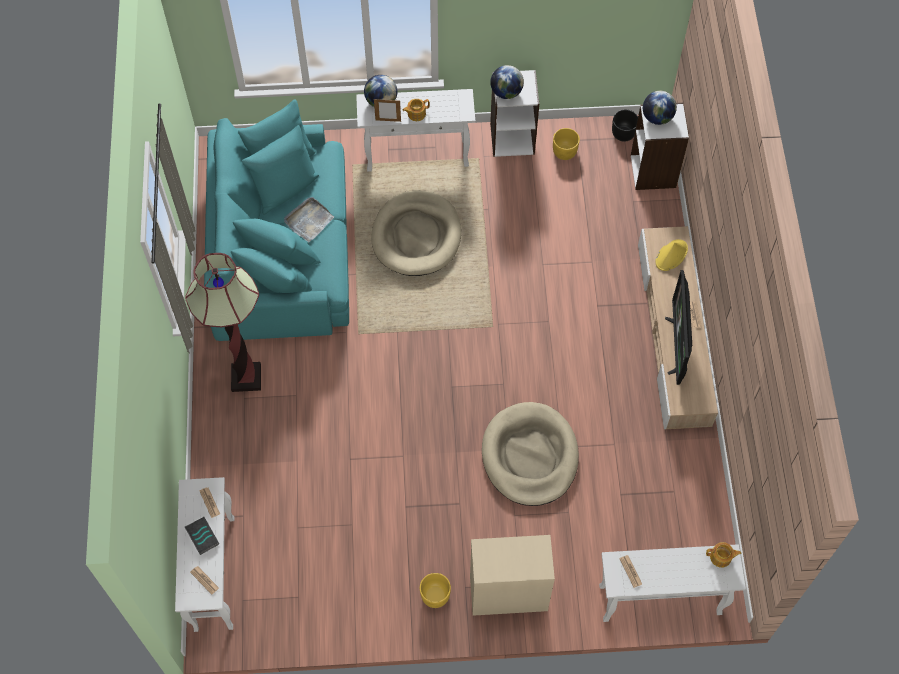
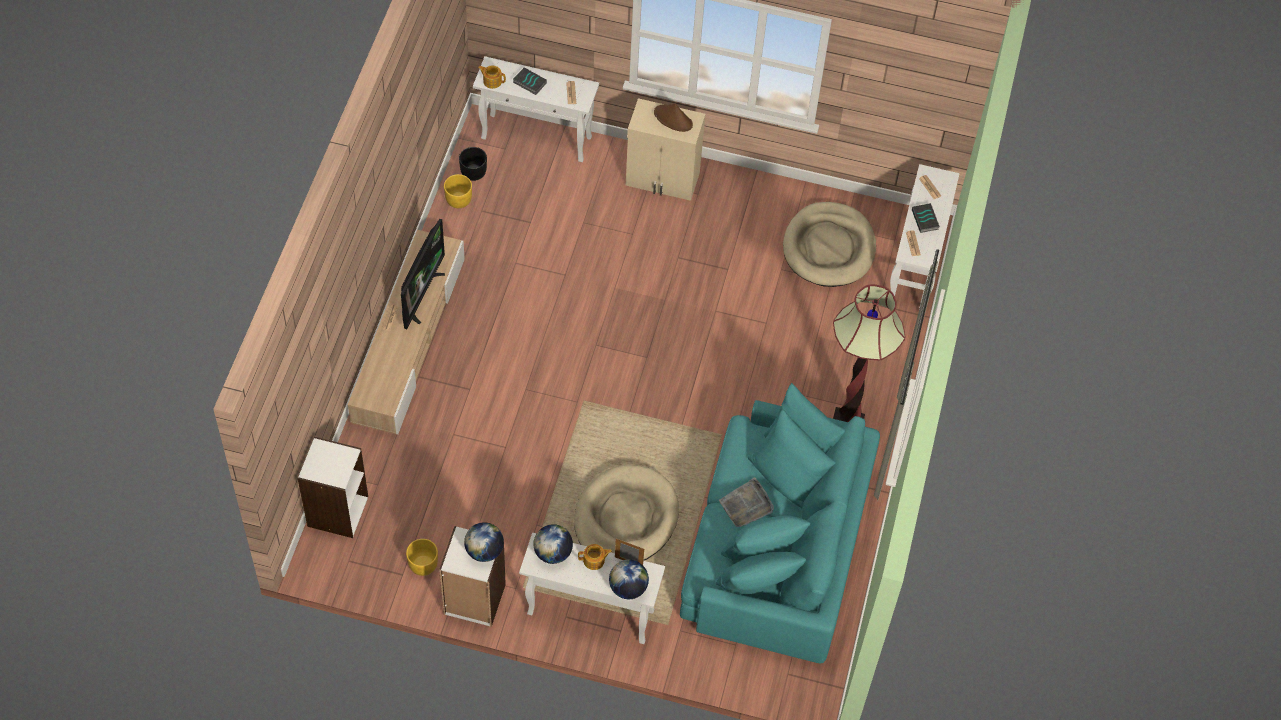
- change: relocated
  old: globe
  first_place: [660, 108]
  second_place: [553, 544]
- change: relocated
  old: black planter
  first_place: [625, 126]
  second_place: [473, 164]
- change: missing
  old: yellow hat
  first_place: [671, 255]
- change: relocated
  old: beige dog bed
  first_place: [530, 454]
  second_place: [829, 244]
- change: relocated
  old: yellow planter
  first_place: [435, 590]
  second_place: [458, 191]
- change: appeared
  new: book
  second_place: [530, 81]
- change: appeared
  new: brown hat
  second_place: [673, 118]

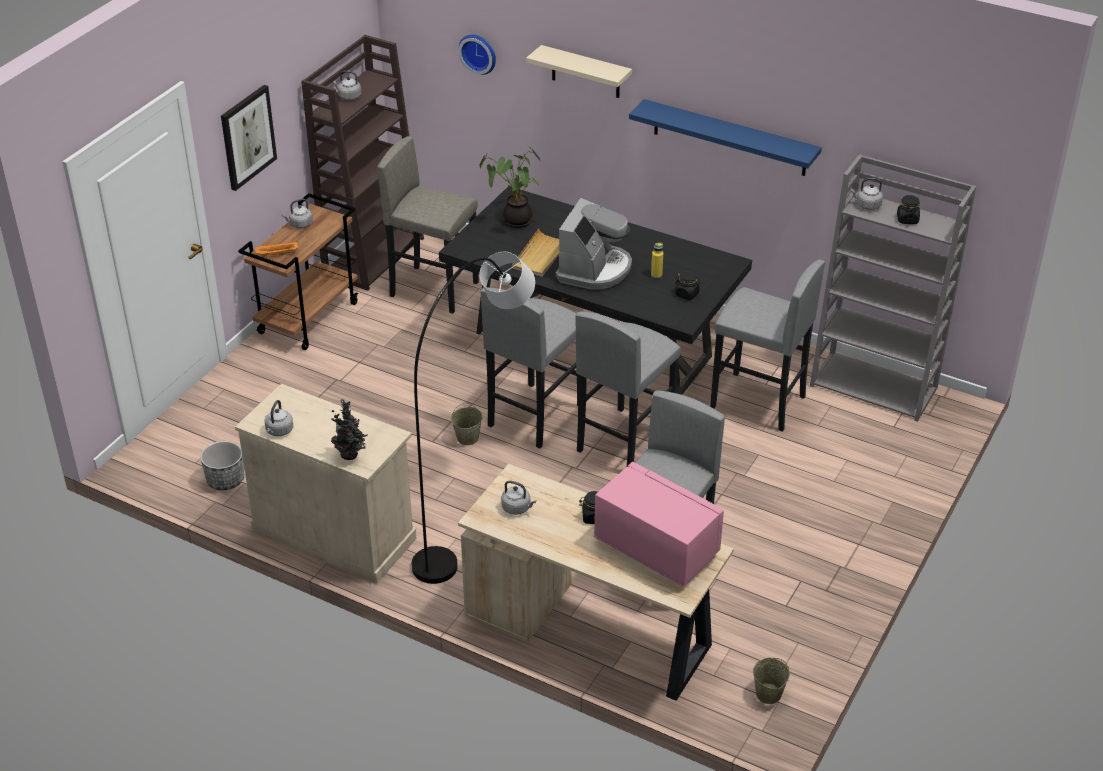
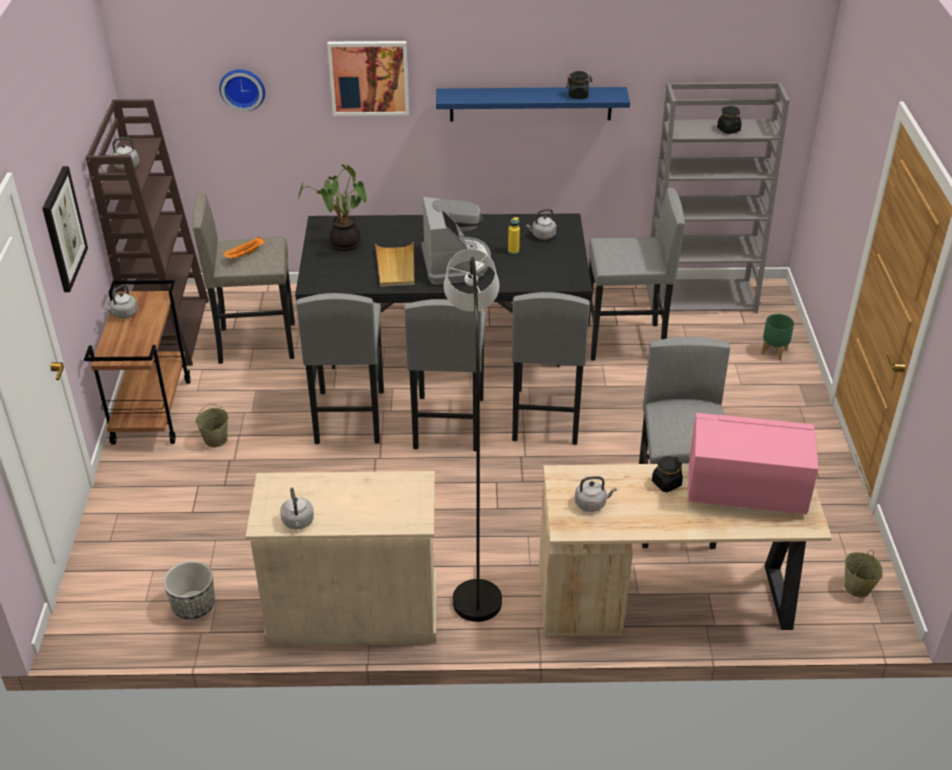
- change: exchanged
  old: beige shelf
  new: picture
  first_place: [579, 71]
  second_place: [368, 78]
- change: relocated
  old: grey kettle
  first_place: [866, 194]
  second_place: [541, 224]
- change: relocated
  old: orange tray
  first_place: [276, 248]
  second_place: [244, 248]
- change: relocated
  old: black jar
  first_place: [688, 285]
  second_place: [579, 85]
- change: missing
  old: potted plant
  first_place: [349, 429]
- change: relocated
  old: beige bucket
  first_place: [467, 423]
  second_place: [212, 425]
- change: appeared
  new: grey stool
  second_place: [340, 368]
- change: appeared
  new: green planter
  second_place: [777, 337]

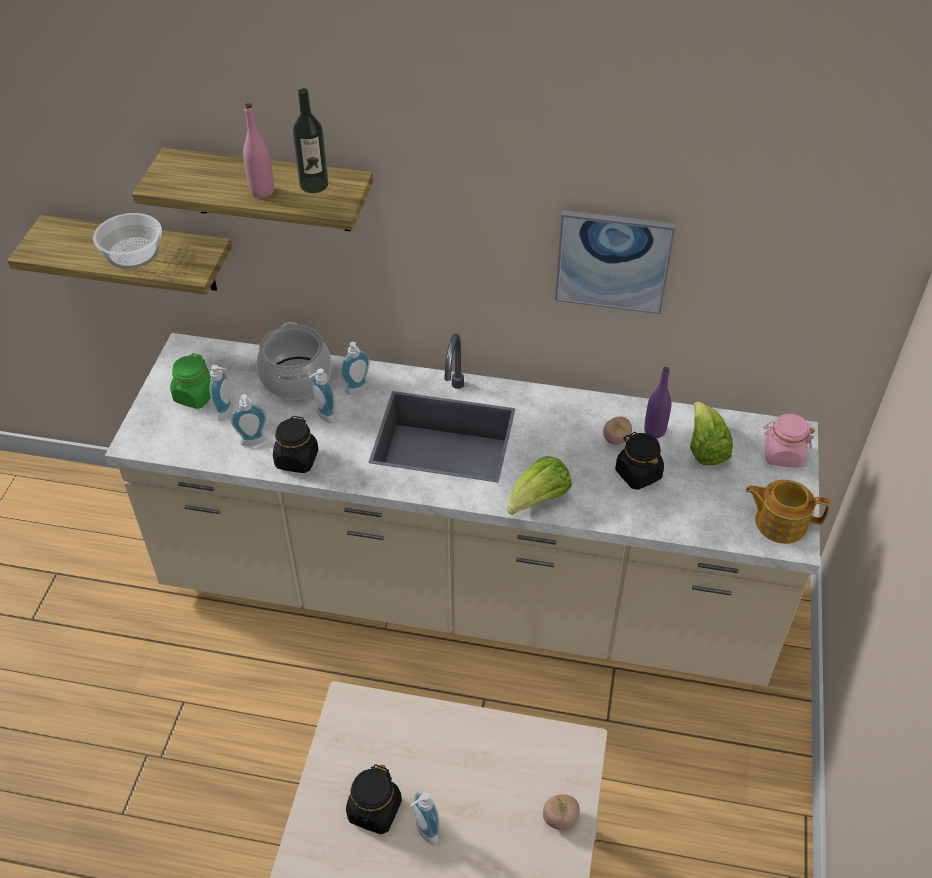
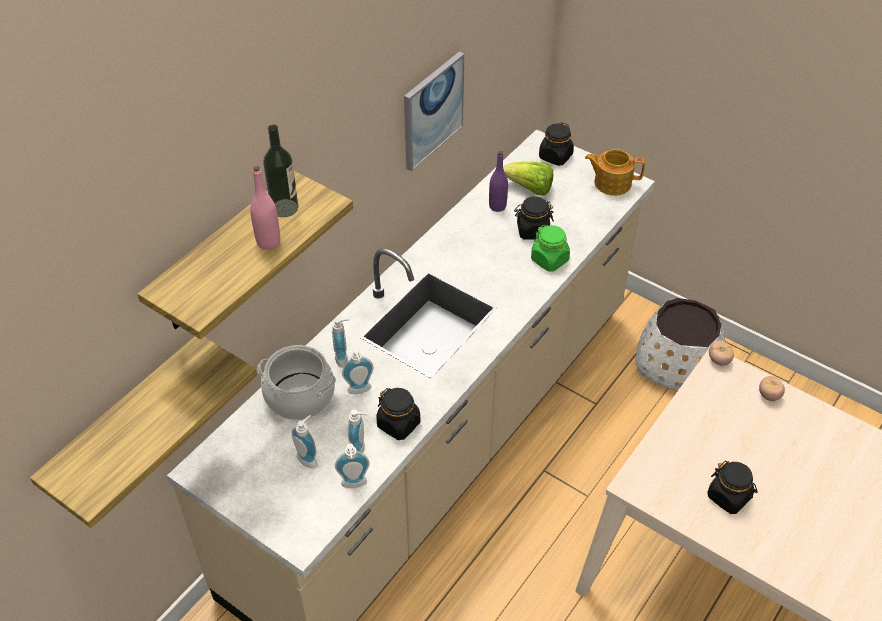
- change: missing
  old: bowl
  first_place: [127, 241]
- change: relocated
  old: green jar
  first_place: [190, 381]
  second_place: [550, 248]
- change: colour
  old: pink jar
  new: black jar
  first_place: [789, 441]
  second_place: [556, 144]
- change: relocated
  old: tomato
  first_place: [617, 430]
  second_place: [721, 353]
- change: missing
  old: lettuce
  first_place: [539, 485]
- change: spun
  old: teapot
  first_place: [787, 512]
  second_place: [615, 172]
  degrees: 60
- change: relocated
  old: soap dispenser
  first_place: [424, 818]
  second_place: [352, 466]
- change: appeared
  new: white planter
  second_place: [680, 344]

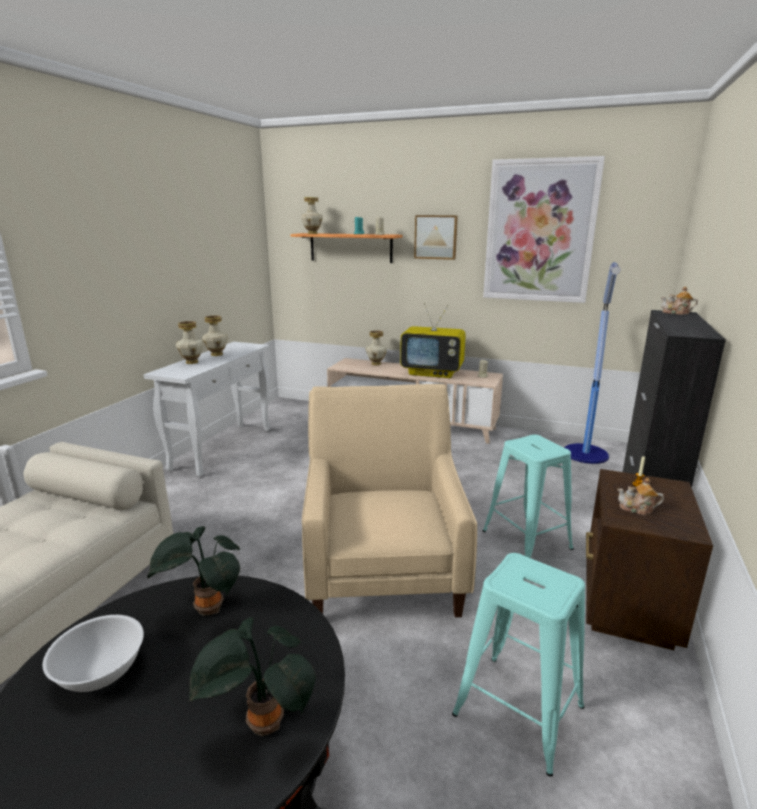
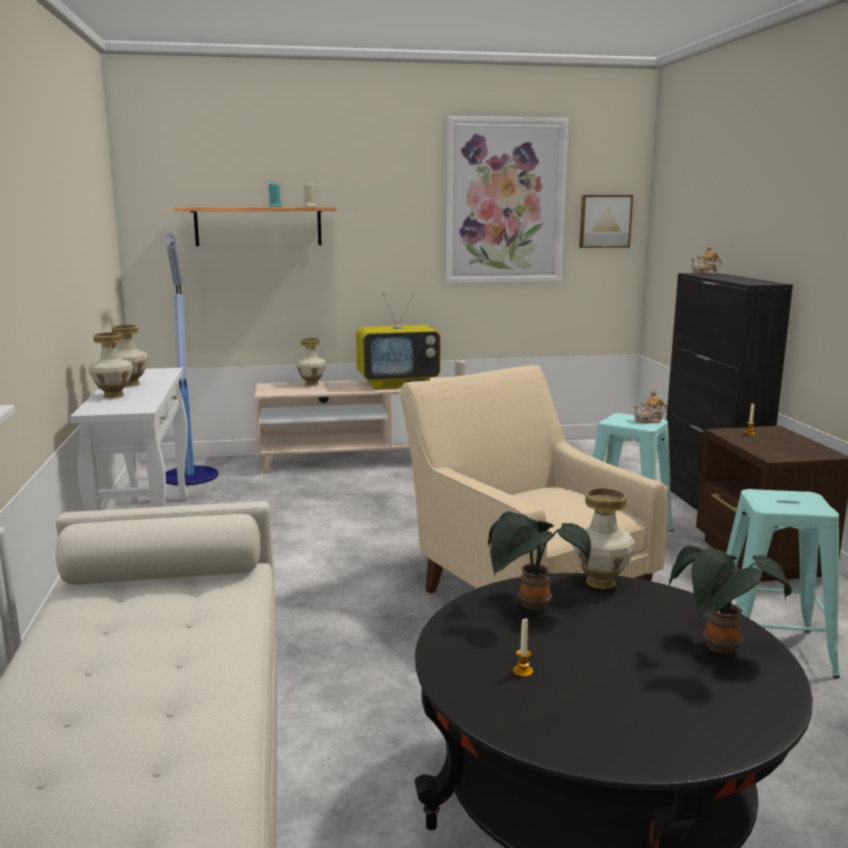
- change: relocated
  old: vase
  first_place: [312, 215]
  second_place: [604, 538]
- change: relocated
  old: picture
  first_place: [436, 237]
  second_place: [606, 221]
- change: relocated
  old: floor lamp
  first_place: [592, 363]
  second_place: [189, 359]
- change: relocated
  old: teapot
  first_place: [640, 496]
  second_place: [650, 407]
- change: exchanged
  old: white bowl
  new: candle
  first_place: [93, 653]
  second_place: [523, 648]

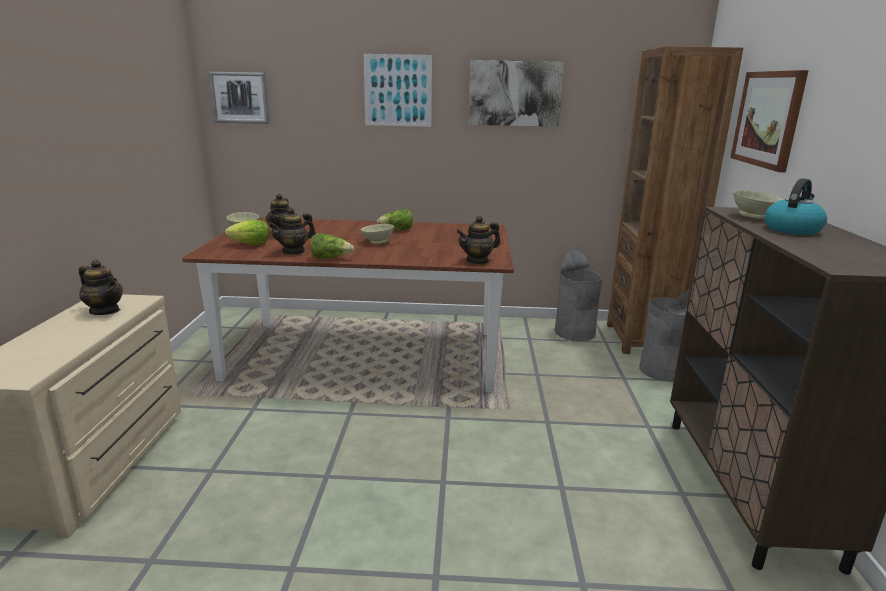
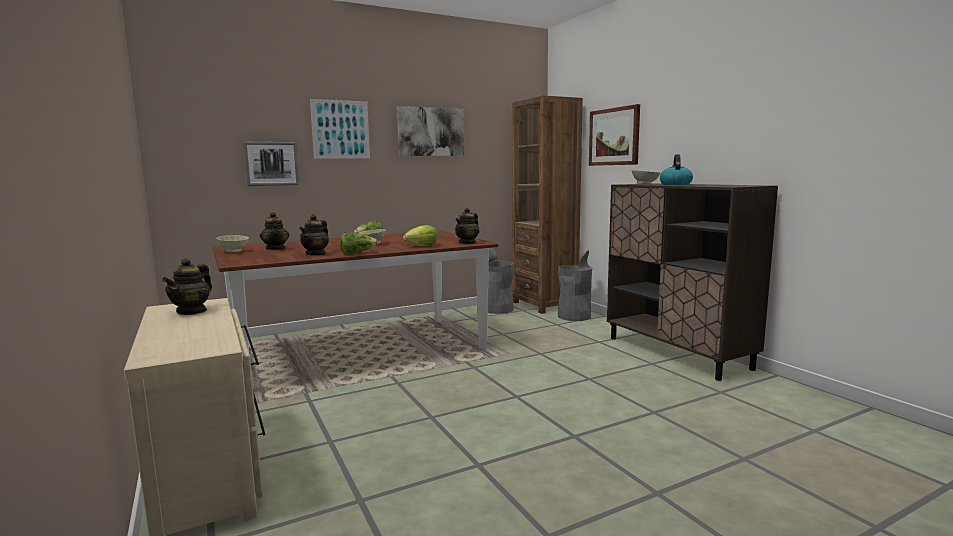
- change: relocated
  old: picture
  first_place: [239, 98]
  second_place: [271, 164]
- change: relocated
  old: lettuce
  first_place: [247, 232]
  second_place: [420, 235]
- change: spun
  old: teapot
  first_place: [101, 287]
  second_place: [187, 286]
  degrees: 105

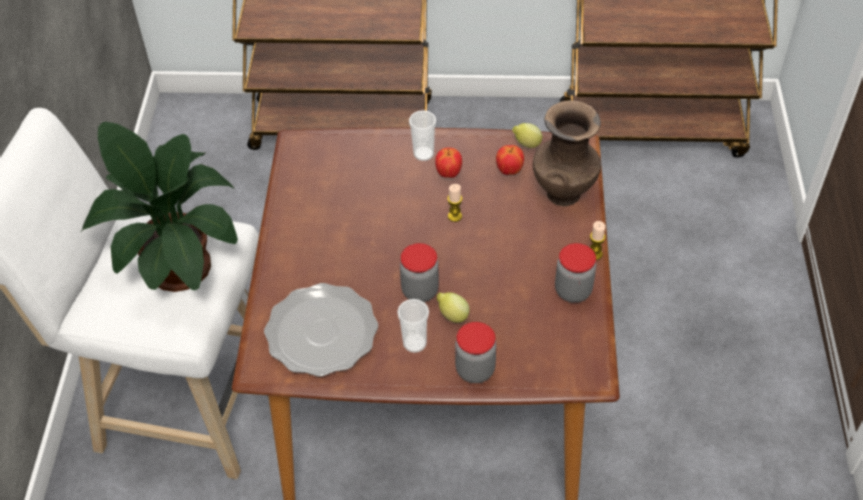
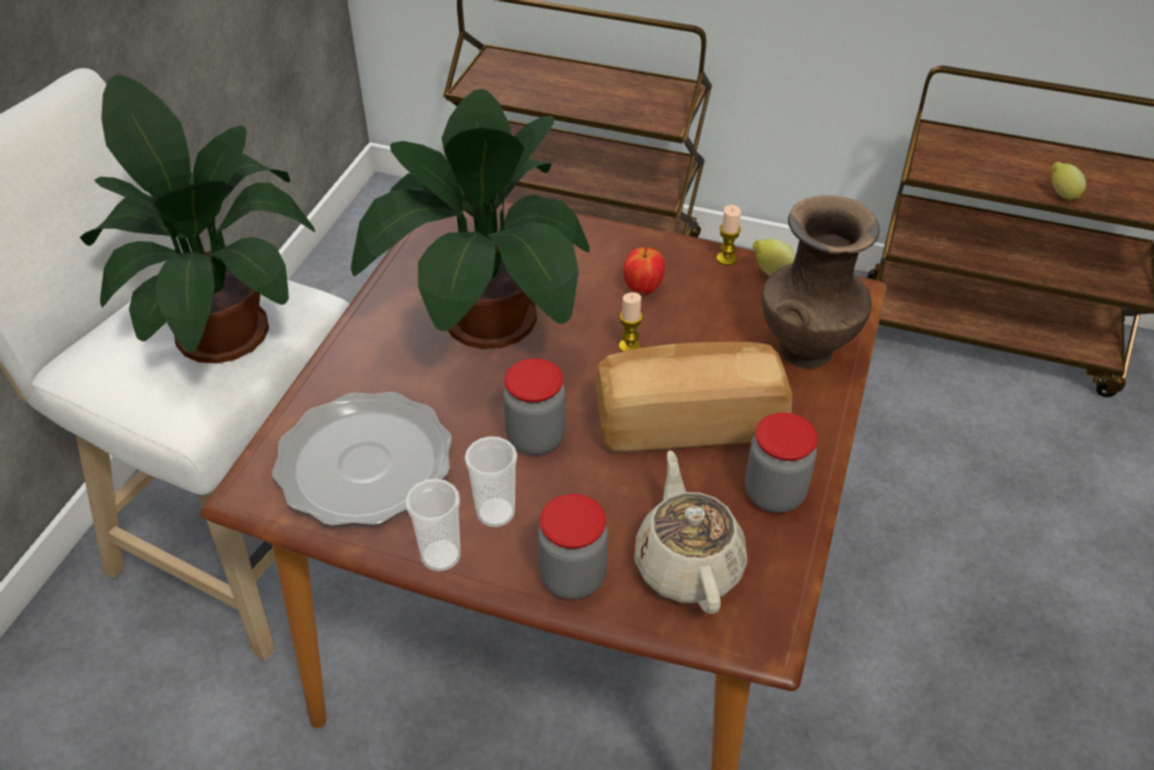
- change: relocated
  old: cup
  first_place: [422, 135]
  second_place: [433, 525]
- change: missing
  old: apple
  first_place: [510, 160]
- change: relocated
  old: candle
  first_place: [598, 240]
  second_place: [728, 235]
- change: relocated
  old: lemon
  first_place: [453, 307]
  second_place: [1069, 180]
- change: appeared
  new: potted plant
  second_place: [470, 219]
- change: appeared
  new: bread
  second_place: [694, 397]
- change: appeared
  new: beige teapot
  second_place: [690, 532]

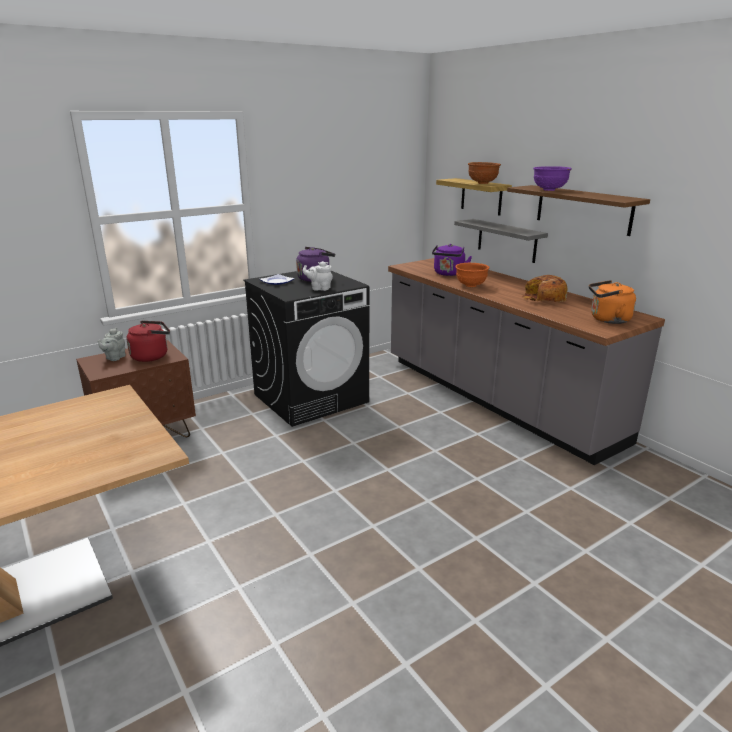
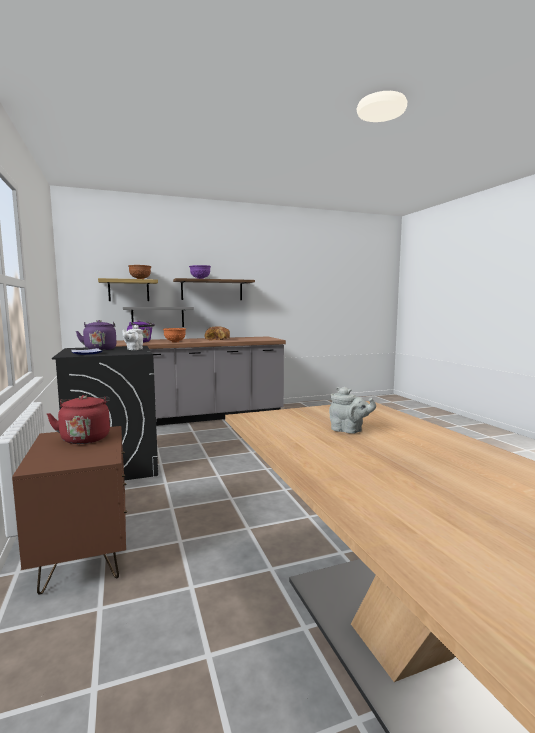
- change: missing
  old: orange kettle
  first_place: [612, 302]
- change: relocated
  old: grey teapot
  first_place: [112, 344]
  second_place: [352, 410]

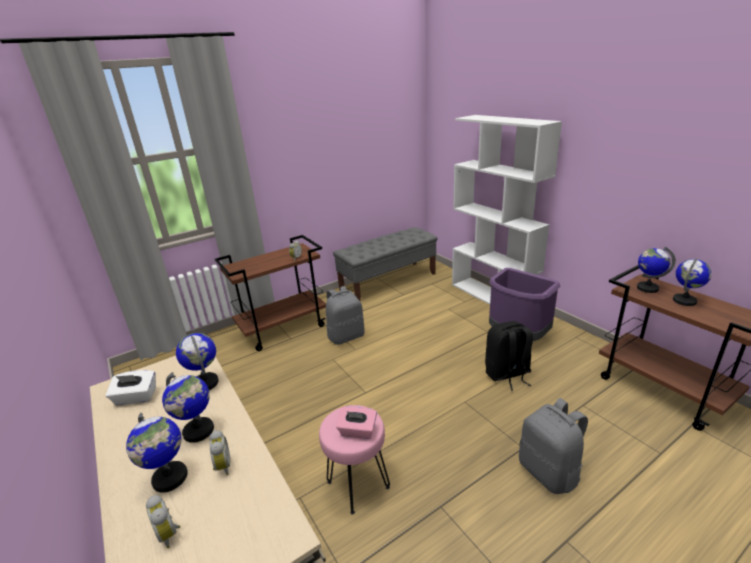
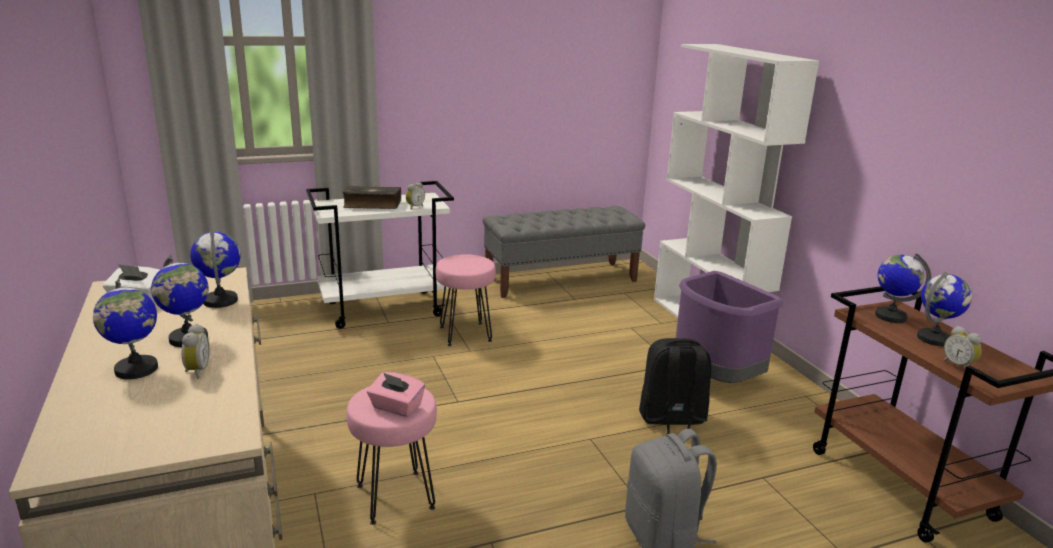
- change: colour
  old: brown cart
  new: white cart
  first_place: [270, 293]
  second_place: [380, 255]
- change: exchanged
  old: grey backpack
  new: pink stool
  first_place: [345, 315]
  second_place: [466, 300]
- change: relocated
  old: alarm clock
  first_place: [163, 521]
  second_place: [962, 347]
- change: appeared
  new: book
  second_place: [372, 197]

